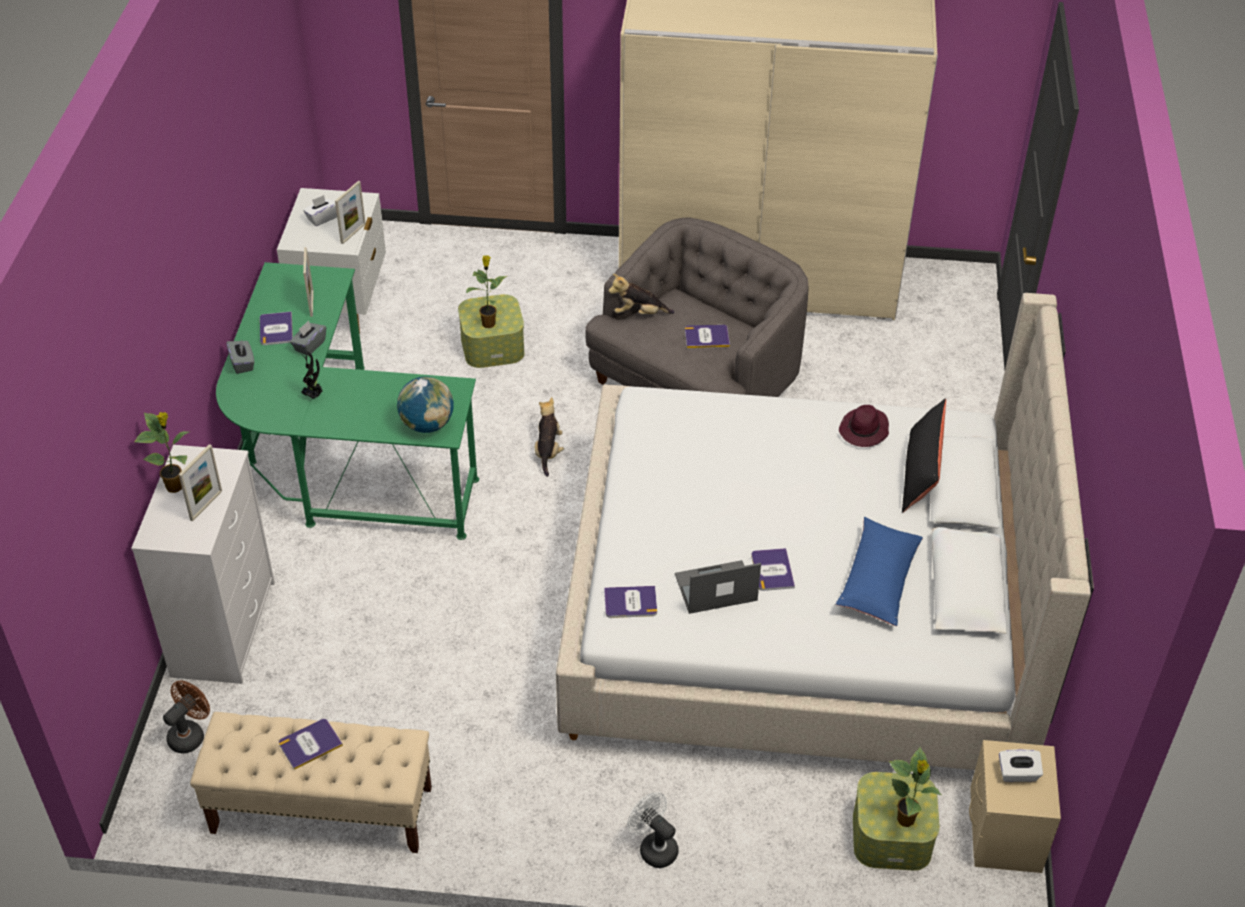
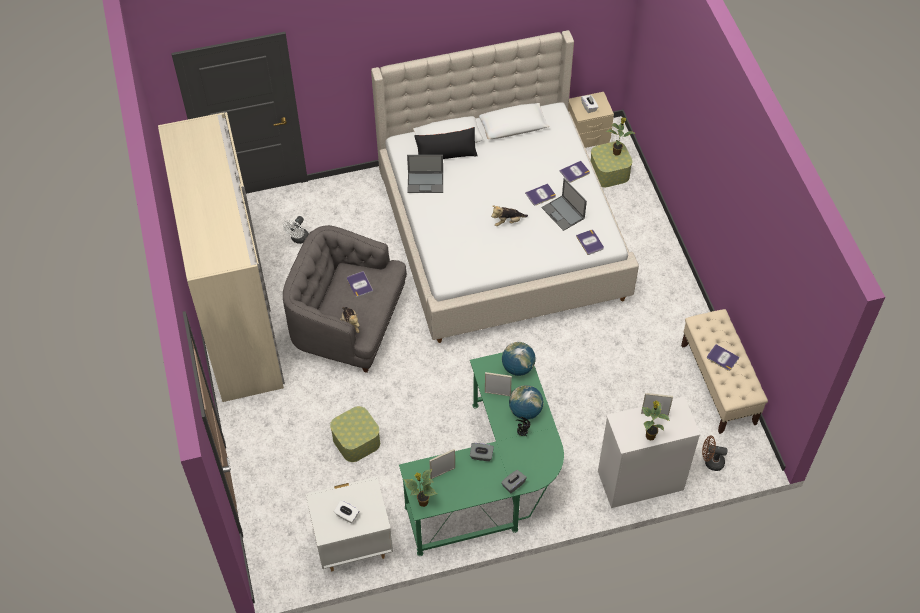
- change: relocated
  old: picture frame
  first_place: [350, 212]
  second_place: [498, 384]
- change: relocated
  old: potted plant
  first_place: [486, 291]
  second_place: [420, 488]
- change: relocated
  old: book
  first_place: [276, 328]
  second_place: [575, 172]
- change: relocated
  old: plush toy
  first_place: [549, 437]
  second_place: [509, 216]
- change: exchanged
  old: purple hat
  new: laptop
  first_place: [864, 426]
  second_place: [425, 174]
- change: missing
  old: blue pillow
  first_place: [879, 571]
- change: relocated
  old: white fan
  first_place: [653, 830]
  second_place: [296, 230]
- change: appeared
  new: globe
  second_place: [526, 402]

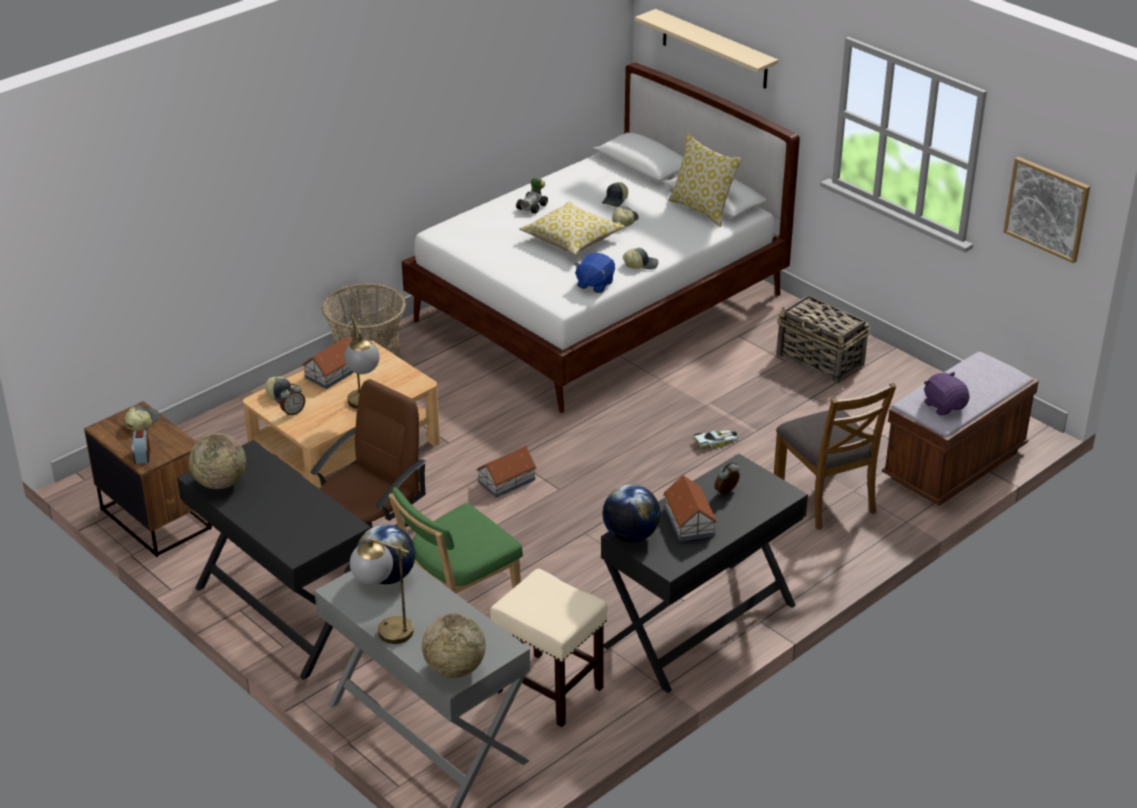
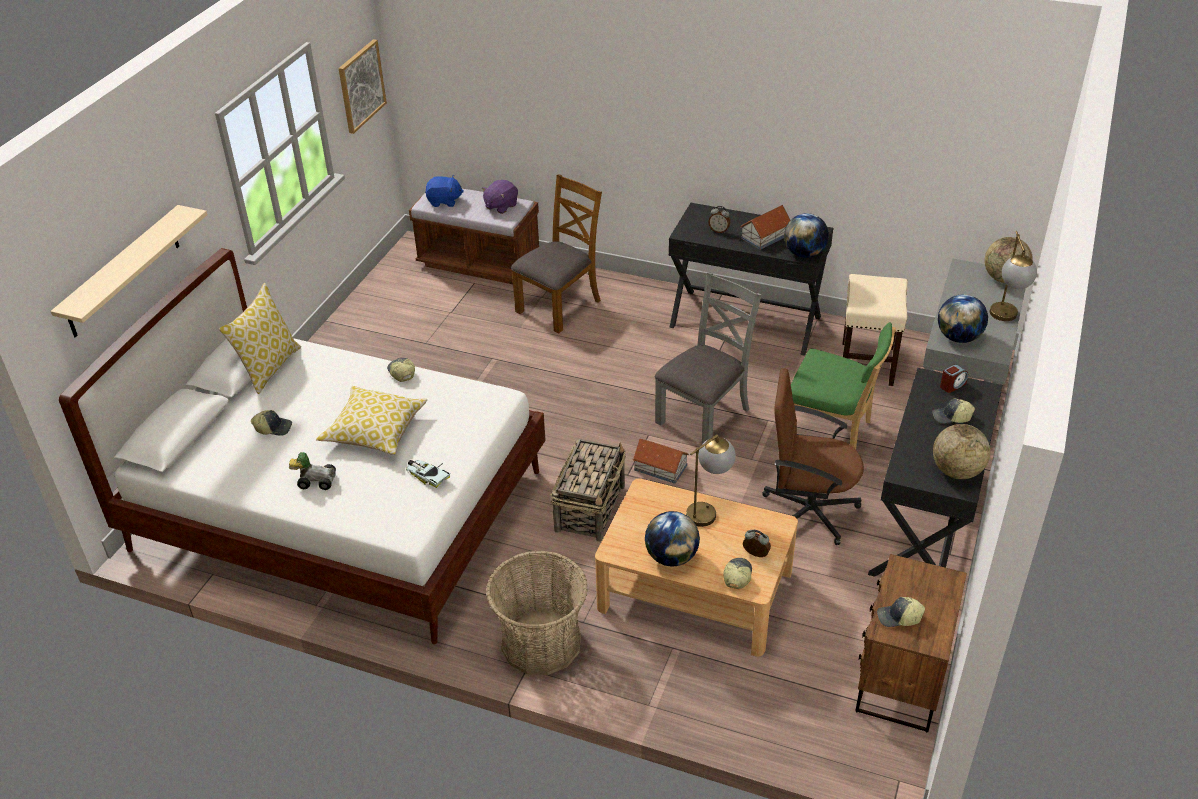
- change: relocated
  old: cap
  first_place: [625, 216]
  second_place: [953, 411]
- change: relocated
  old: blue plush toy
  first_place: [594, 273]
  second_place: [444, 191]
- change: relocated
  old: basket
  first_place: [823, 339]
  second_place: [588, 490]
- change: exchanged
  old: toy house
  new: globe
  first_place: [328, 362]
  second_place: [672, 539]
- change: relocated
  old: alarm clock
  first_place: [140, 446]
  second_place: [954, 378]
- change: relocated
  old: toy car
  first_place: [715, 439]
  second_place: [428, 474]
- change: appeared
  new: grey chair
  second_place: [708, 358]

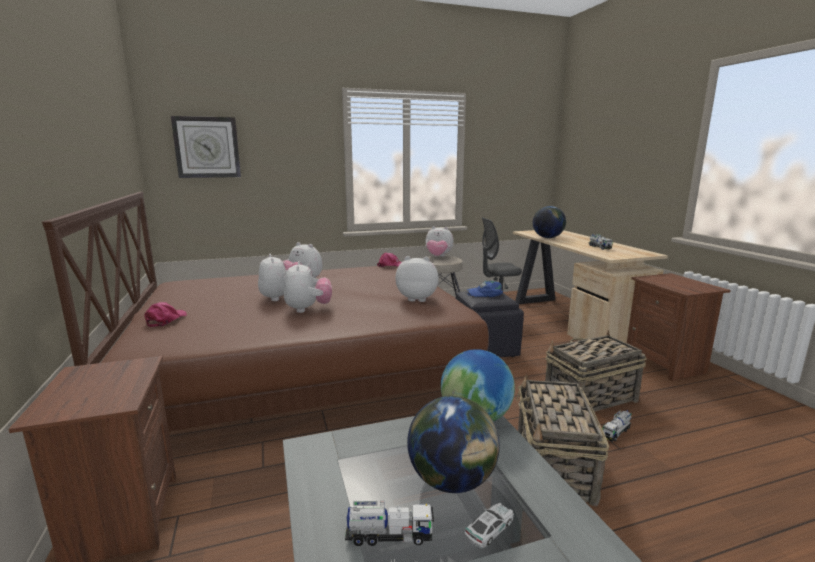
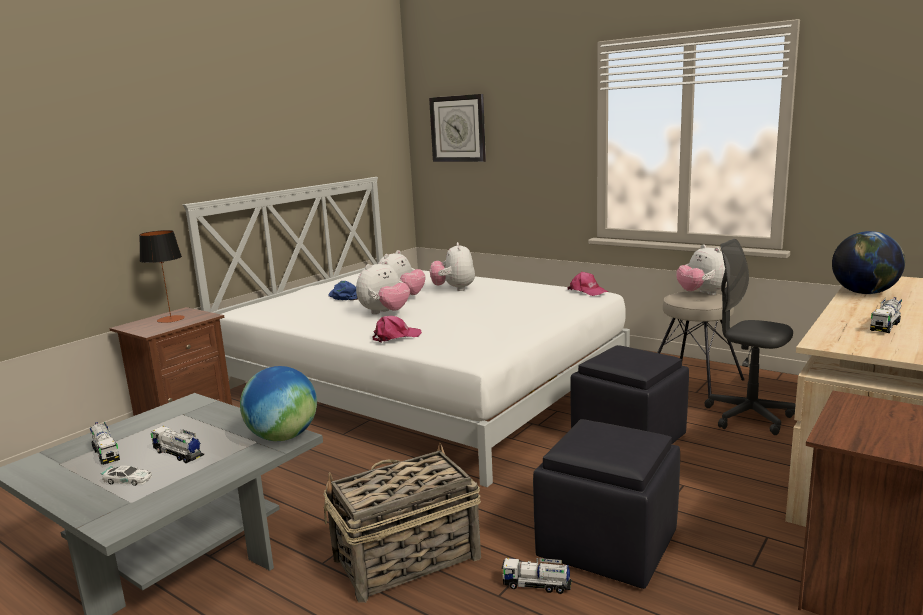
- change: colour
  old: brown bed
  new: white bed
  first_place: [265, 311]
  second_place: [406, 332]
- change: missing
  old: plush toy
  first_place: [417, 279]
- change: relocated
  old: blue cap
  first_place: [485, 289]
  second_place: [343, 290]
- change: relocated
  old: pink cap
  first_place: [165, 314]
  second_place: [397, 329]
- change: exchanged
  old: basket
  new: black ottoman
  first_place: [596, 371]
  second_place: [606, 504]
- change: exchanged
  old: globe
  new: toy truck
  first_place: [453, 444]
  second_place: [177, 444]
- change: appeared
  new: table lamp
  second_place: [162, 276]

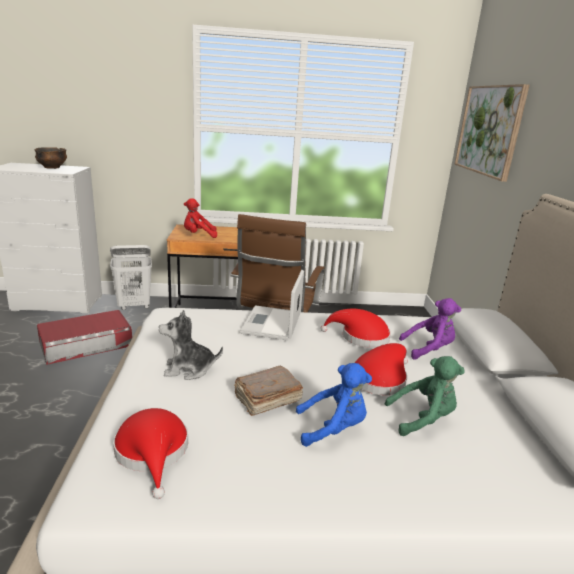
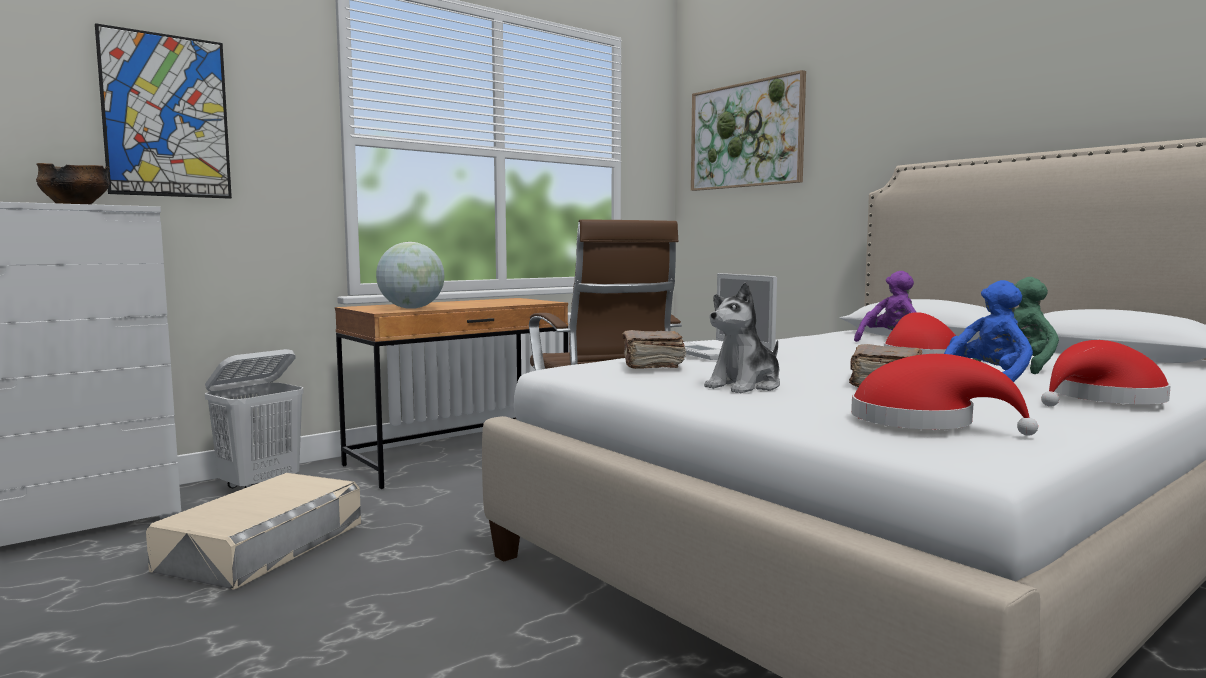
- change: exchanged
  old: red plush toy
  new: globe
  first_place: [200, 218]
  second_place: [410, 275]
- change: relocated
  old: red hat
  first_place: [355, 328]
  second_place: [1106, 373]
- change: colour
  old: red storage box
  new: beige storage box
  first_place: [84, 337]
  second_place: [253, 531]
- change: appeared
  new: picture
  second_place: [163, 111]
- change: appeared
  new: brown book
  second_place: [654, 349]

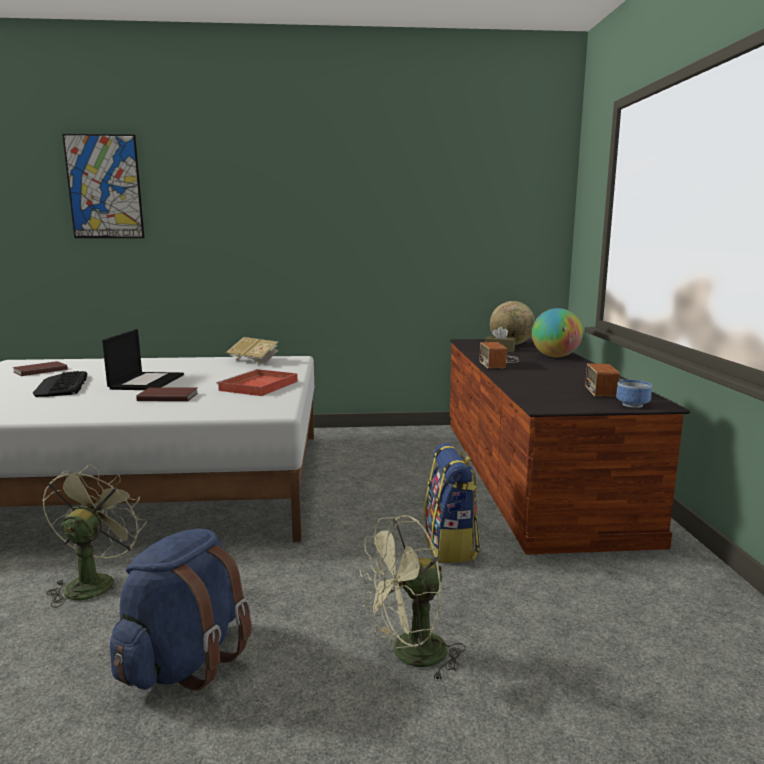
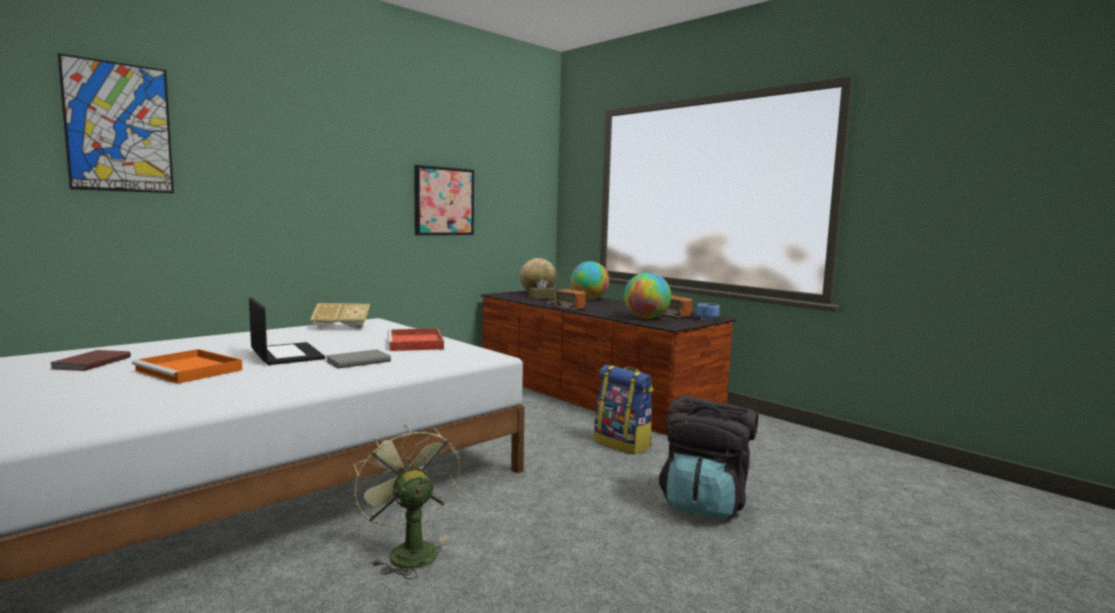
- change: exchanged
  old: keyboard
  new: orange tray
  first_place: [60, 384]
  second_place: [187, 366]
- change: colour
  old: brown book
  new: grey book
  first_place: [167, 394]
  second_place: [358, 359]
- change: exchanged
  old: green fan
  new: black backpack
  first_place: [412, 597]
  second_place: [708, 458]
- change: missing
  old: blue backpack
  first_place: [181, 610]
- change: appeared
  new: picture
  second_place: [444, 200]
- change: appeared
  new: globe
  second_place: [647, 295]

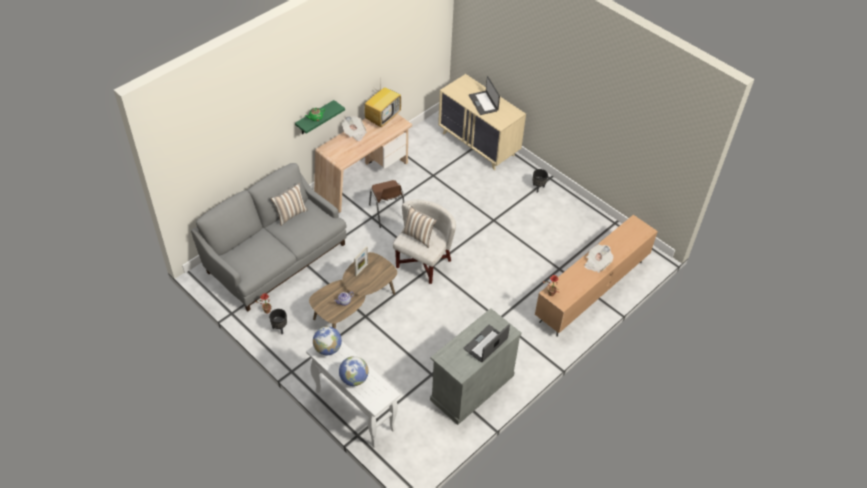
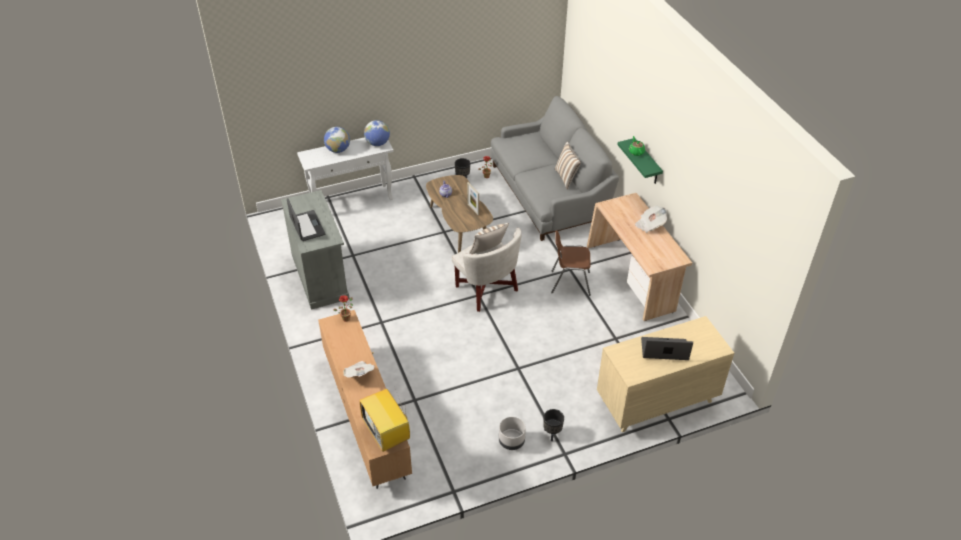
- change: relocated
  old: television
  first_place: [382, 104]
  second_place: [385, 420]
- change: appeared
  new: grey planter
  second_place: [512, 433]

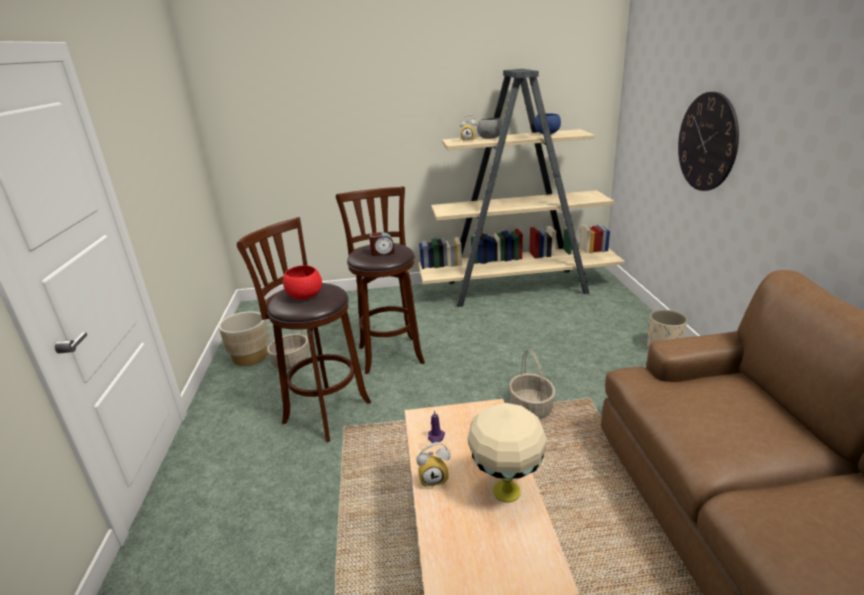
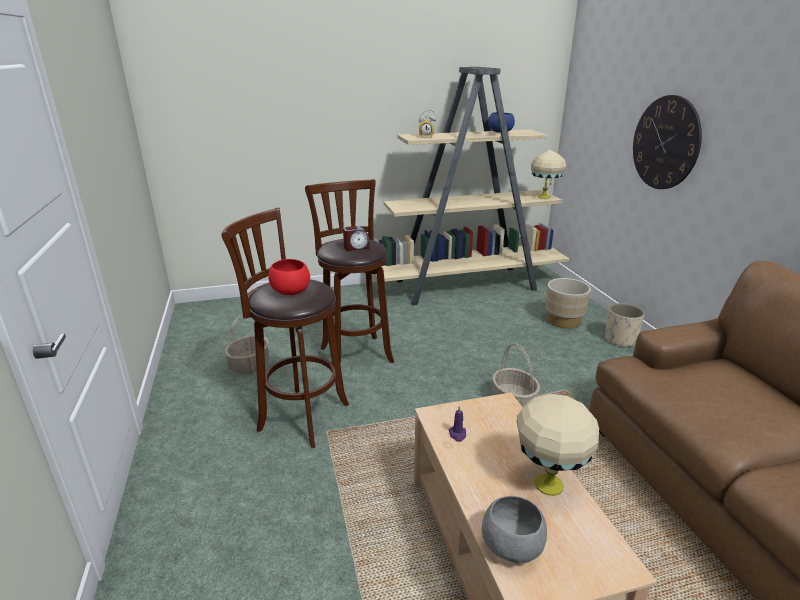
- change: relocated
  old: grey bowl
  first_place: [490, 128]
  second_place: [514, 530]
- change: relocated
  old: beige planter
  first_place: [244, 338]
  second_place: [568, 303]
- change: missing
  old: alarm clock
  first_place: [433, 465]
- change: appeared
  new: beige table lamp
  second_place: [548, 174]

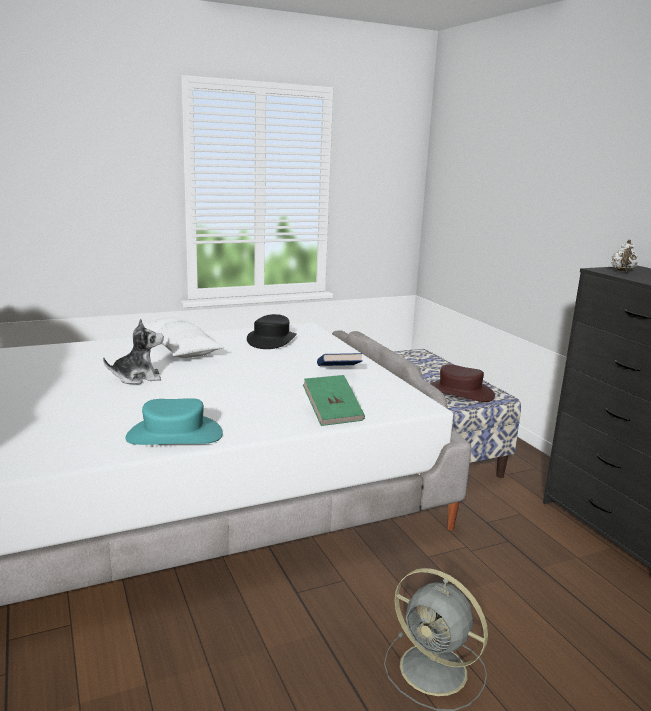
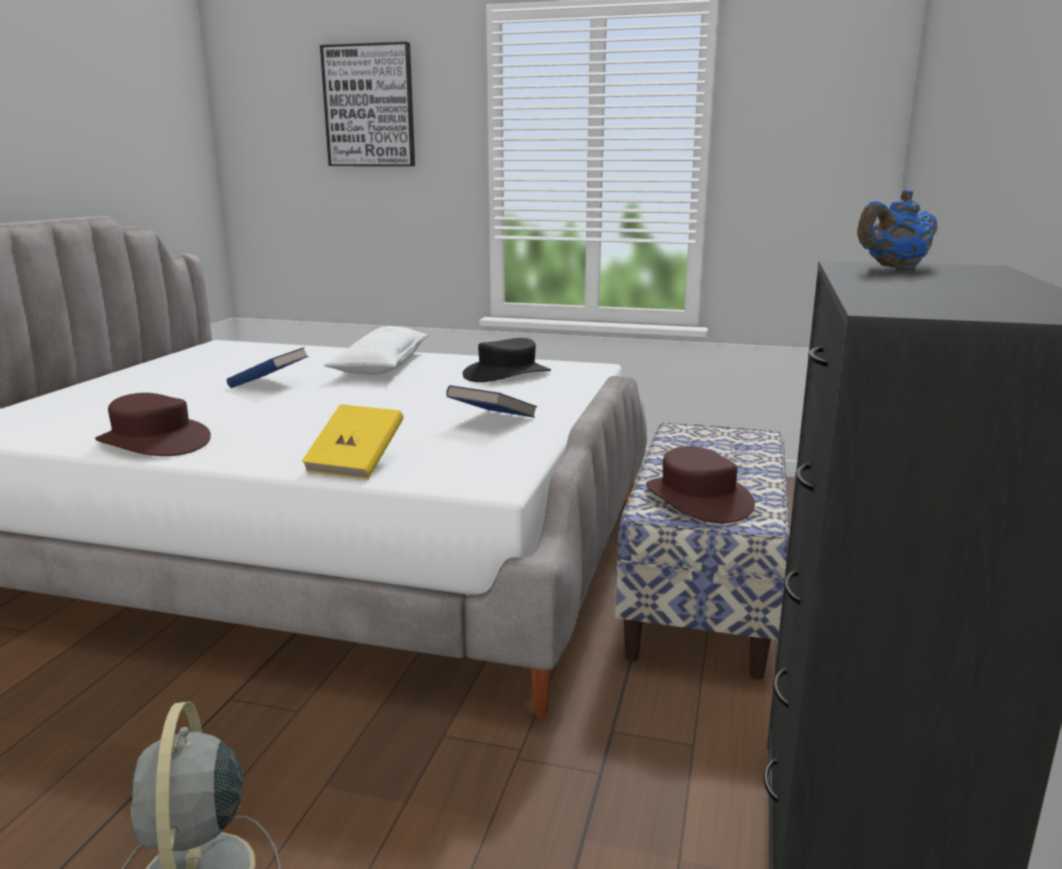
- change: colour
  old: white teapot
  new: blue teapot
  first_place: [624, 255]
  second_place: [897, 228]
- change: exchanged
  old: plush toy
  new: blue book
  first_place: [133, 351]
  second_place: [268, 367]
- change: colour
  old: green book
  new: yellow book
  first_place: [334, 400]
  second_place: [352, 441]
- change: colour
  old: turquoise hat
  new: brown hat
  first_place: [174, 421]
  second_place: [153, 424]
- change: appeared
  new: picture
  second_place: [367, 104]

